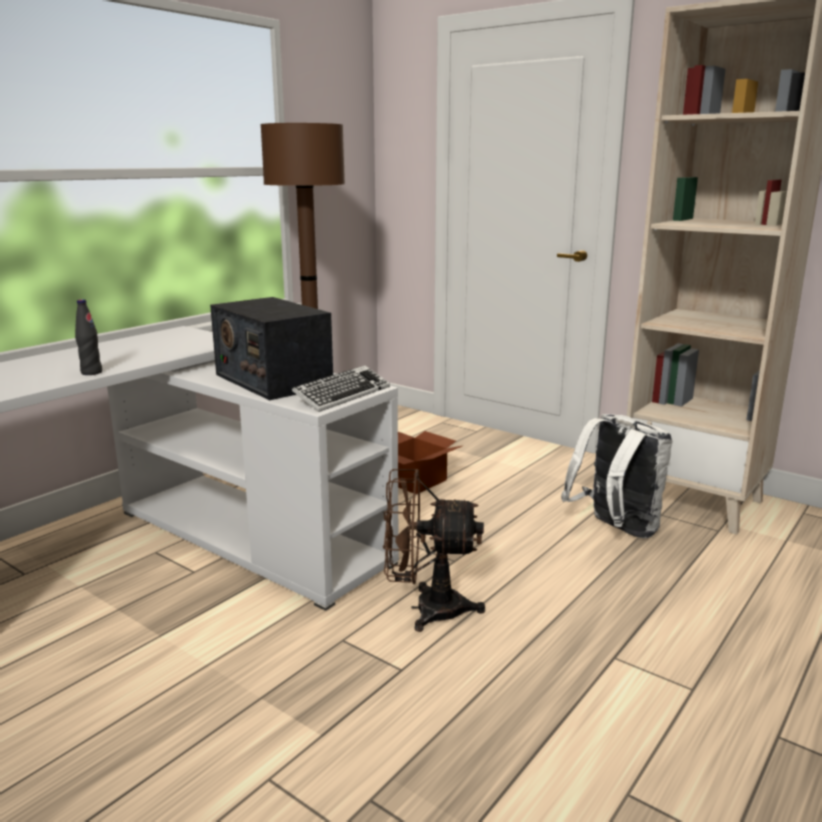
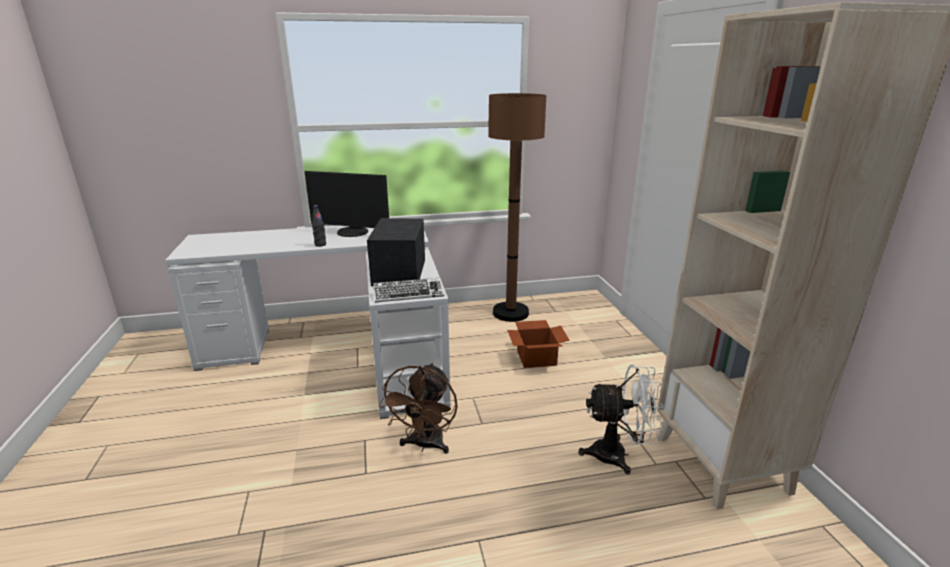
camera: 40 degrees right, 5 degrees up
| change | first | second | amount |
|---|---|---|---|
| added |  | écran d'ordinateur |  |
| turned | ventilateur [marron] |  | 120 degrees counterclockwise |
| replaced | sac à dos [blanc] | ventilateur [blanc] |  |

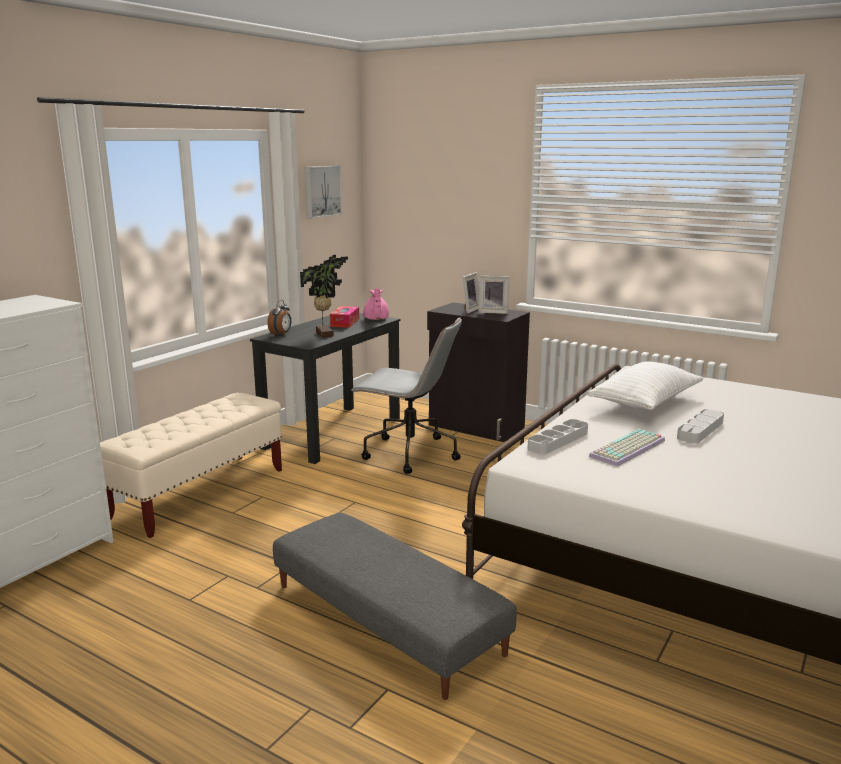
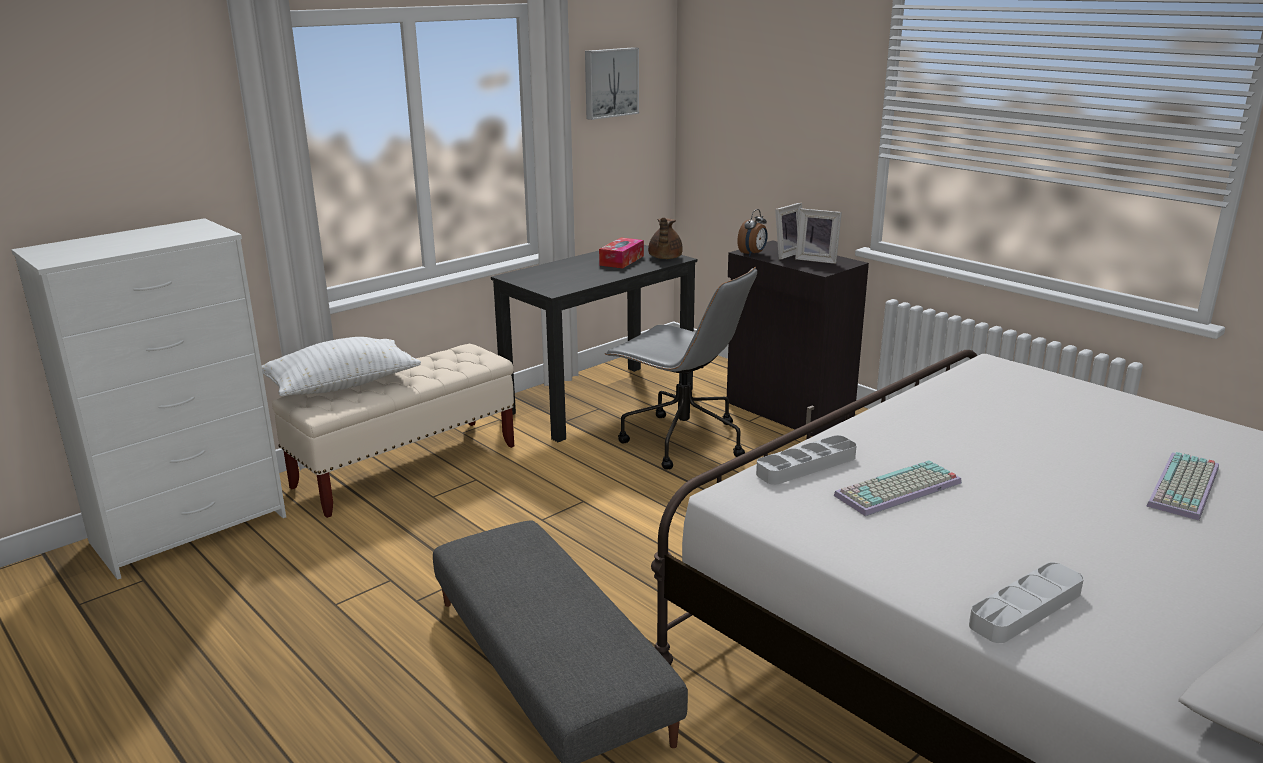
camera: 15 degrees right, 5 degrees up
| change | first | second | amount |
|---|---|---|---|
| moved | coussin [blanc] |  |  |
| recoloured | théière [rose] | théière [marron] |  |
| moved | réveil |  |  |
| moved | plateau [gris] (2nd from left) |  |  |
| added |  | clavier (2nd from left) |  |
| removed | plante en pot |  |  |

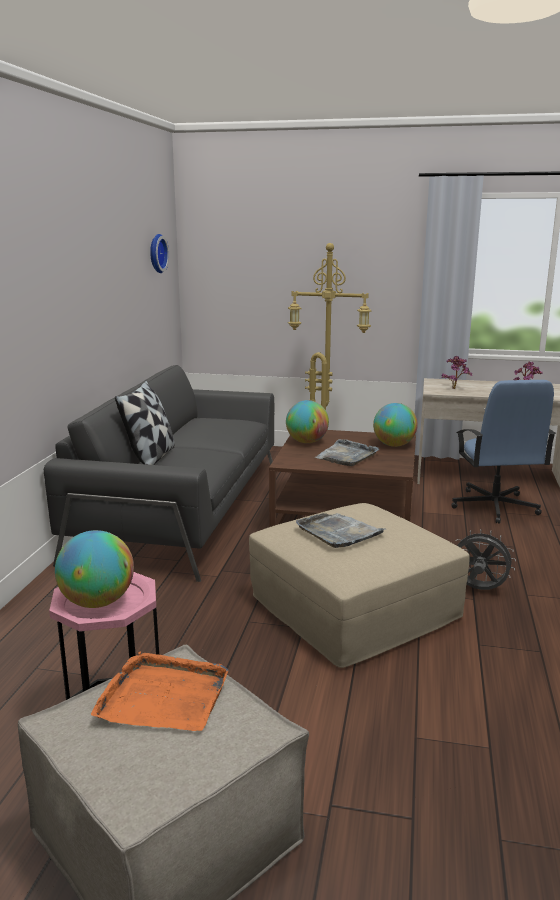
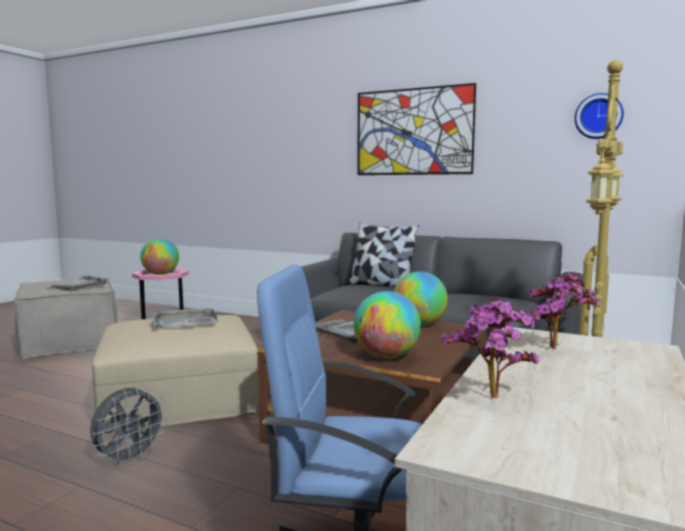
camera: 105 degrees right, 10 degrees down
| change | first | second | amount |
|---|---|---|---|
| recoloured | plateau [orange] | plateau [gris] (1st from left) |  |
| added |  | tableau |  |

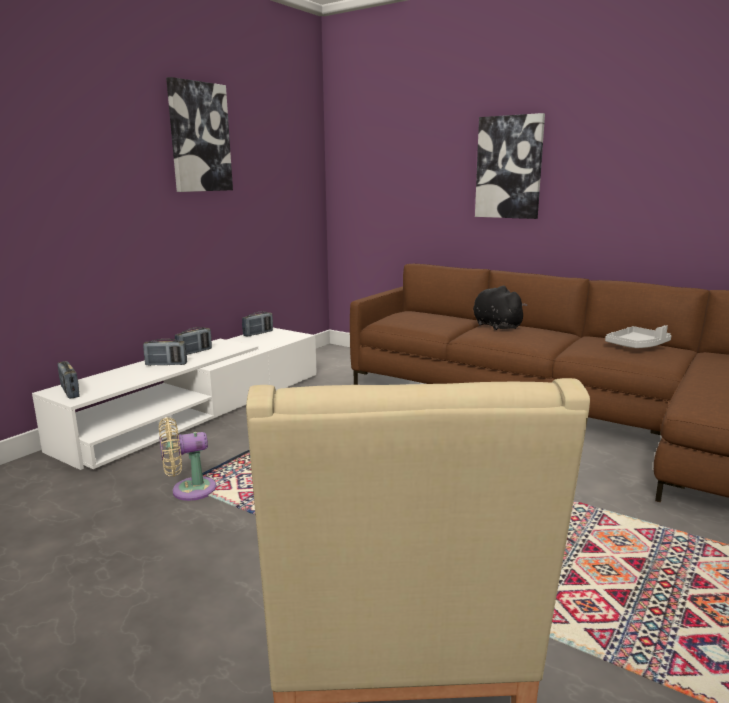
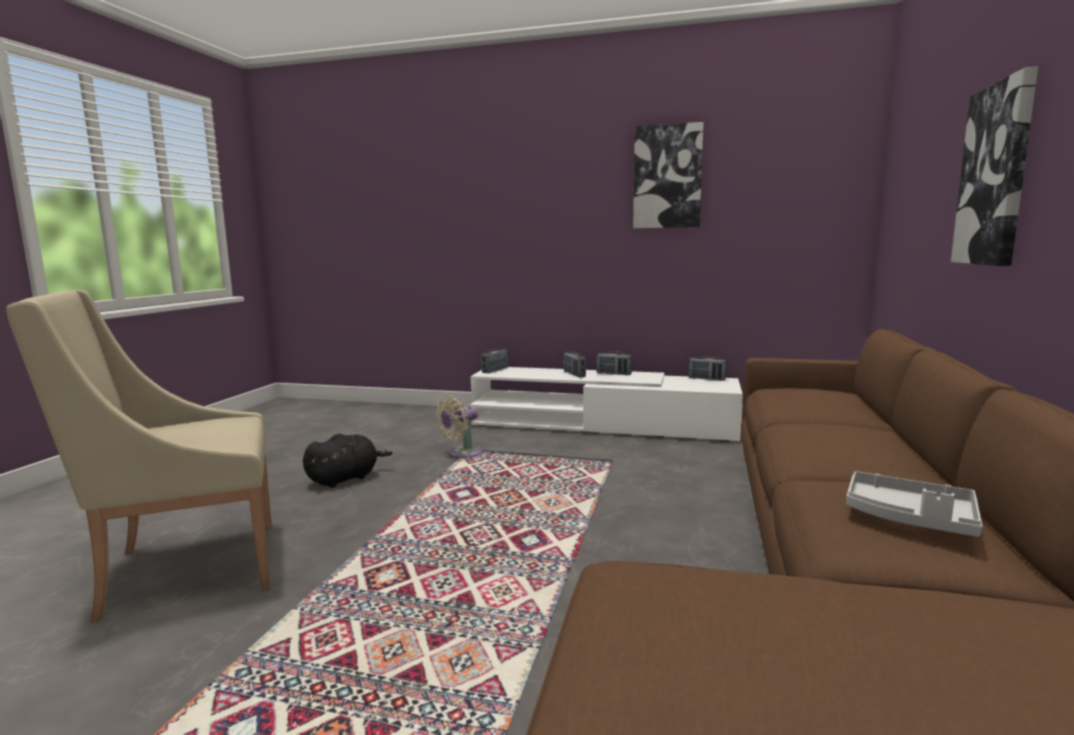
camera: 70 degrees right, 5 degrees down
| change | first | second | amount |
|---|---|---|---|
| moved | peluche [noir] |  |  |
| turned | ventilateur [beige] |  | 90 degrees counterclockwise |

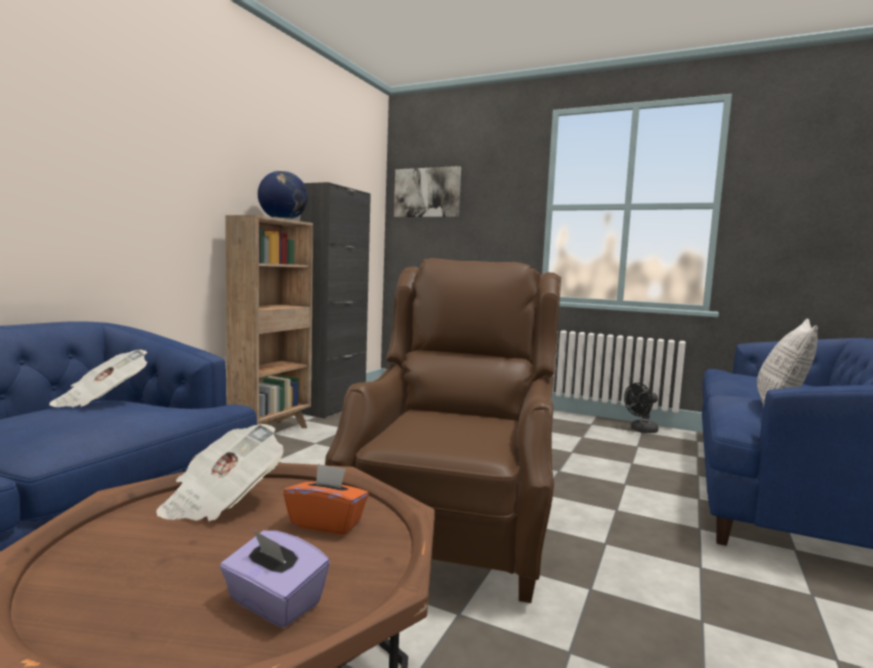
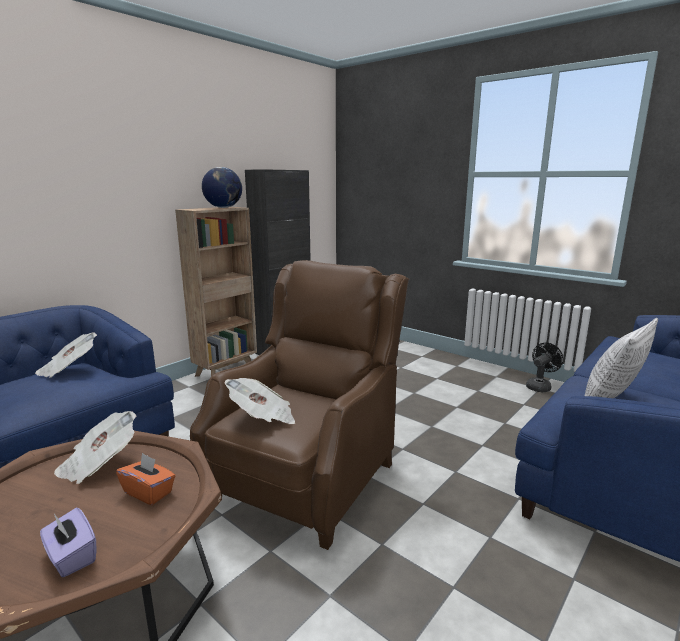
camera: 15 degrees right, 10 degrees up
| change | first | second | amount |
|---|---|---|---|
| added |  | journal (3rd from left) |  |
| turned | ventilateur [noir] |  | 150 degrees clockwise |
| removed | tableau |  |  |

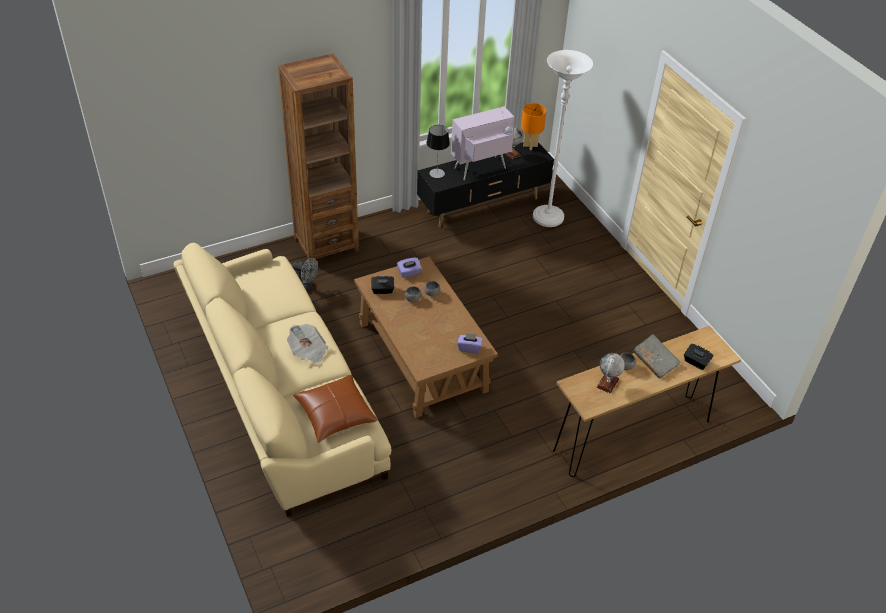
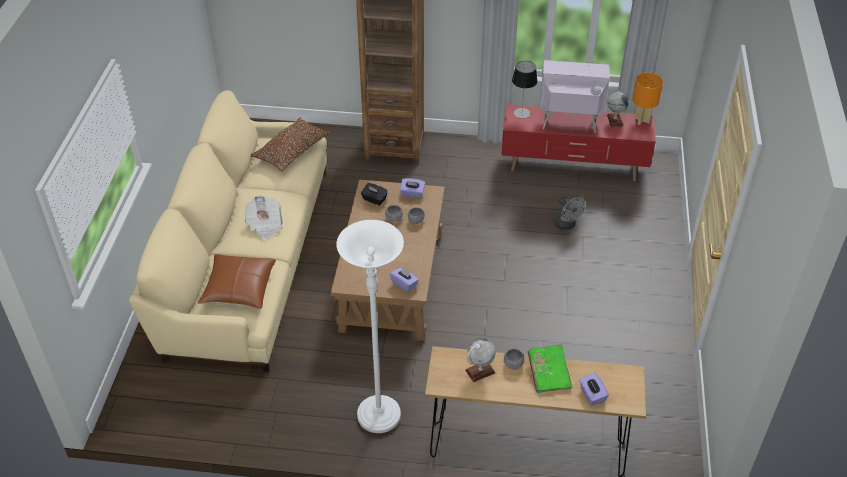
camera: 35 degrees right, 0 degrees up
| change | first | second | amount |
|---|---|---|---|
| added |  | coussin [marron] (2nd from left) |  |
| moved | lampadaire [blanc] |  |  |
| recoloured | meuble télé [noir] | meuble télé [rouge] |  |
| recoloured | livre [gris] | livre [vert] |  |
| moved | ventilateur [gris] |  |  |
| recoloured | boîte à mouchoirs [noir] (2nd from left) | boîte à mouchoirs [violet] (3rd from left) |  |

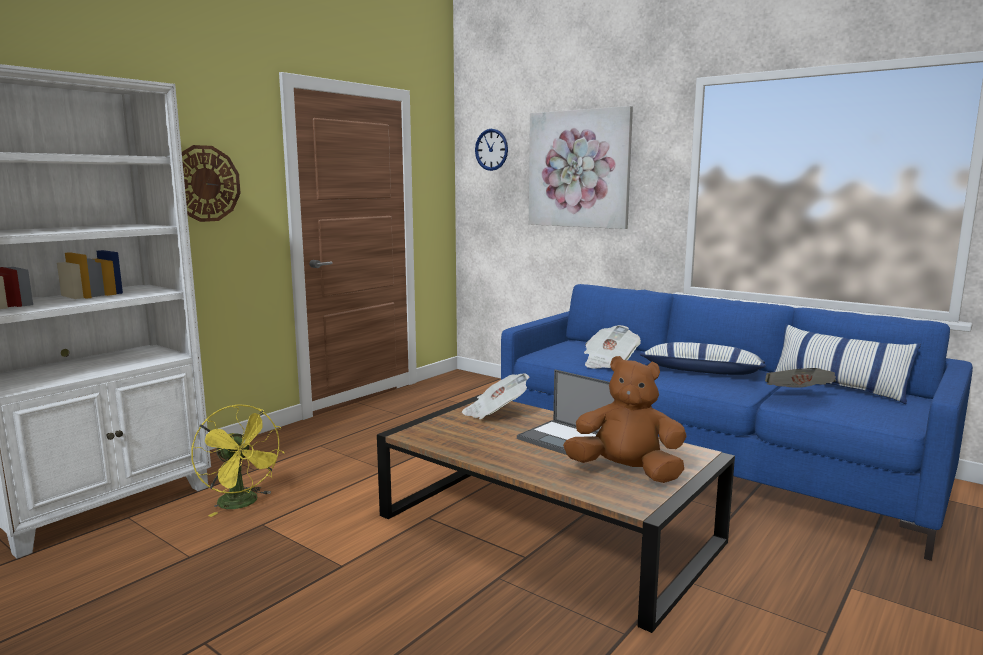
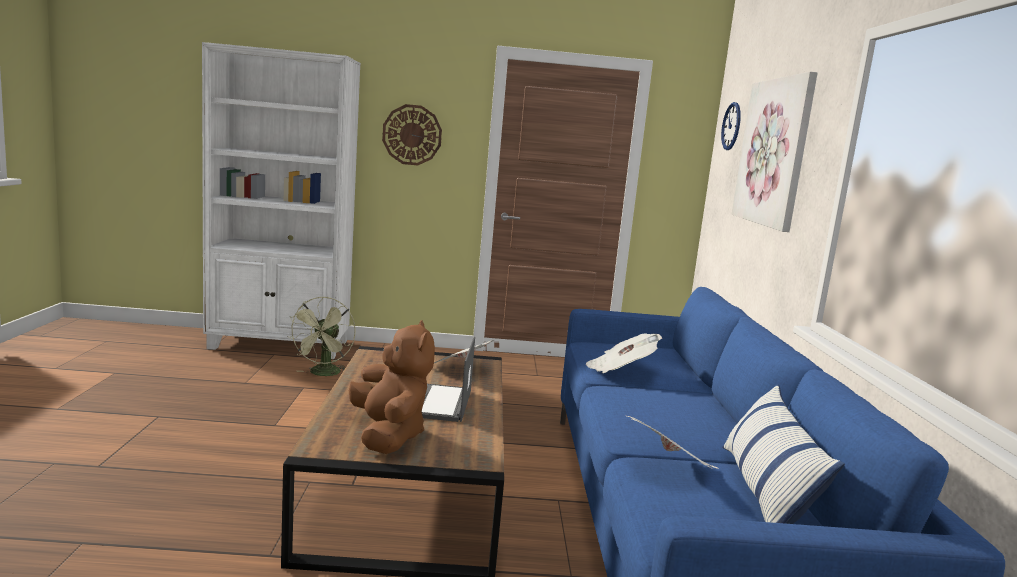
camera: 50 degrees right, 0 degrees up
| change | first | second | amount |
|---|---|---|---|
| recoloured | ventilateur [jaune] | ventilateur [vert] |  |
| removed | coussin (1st from left) |  |  |

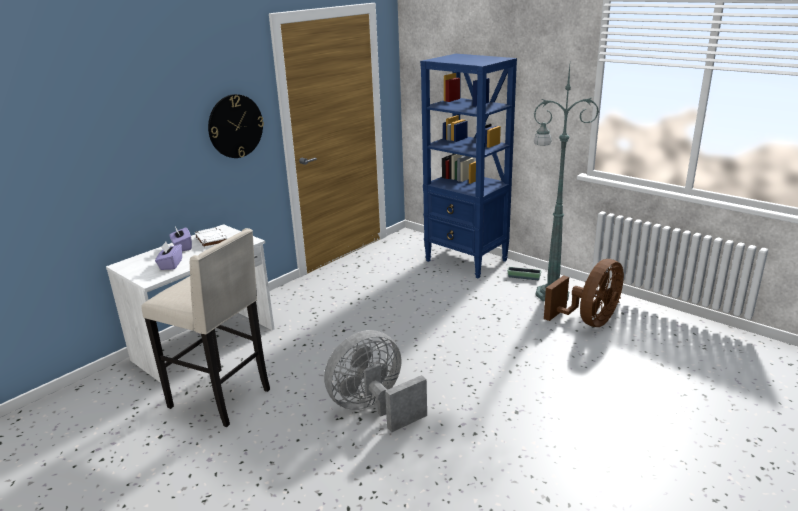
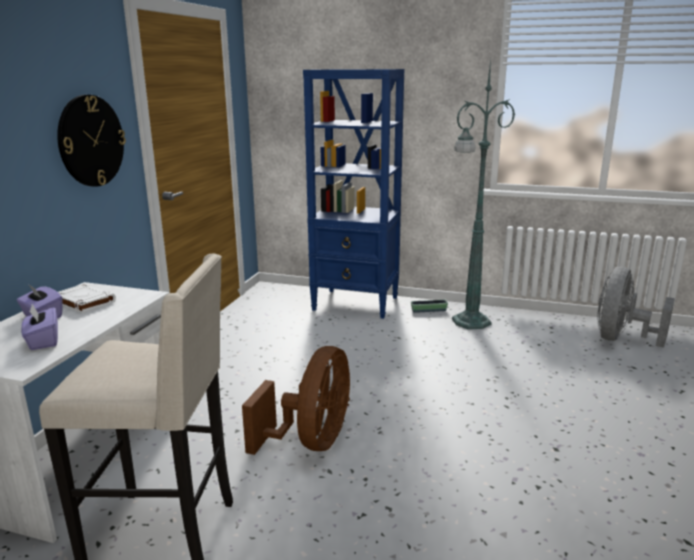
camera: 25 degrees left, 5 degrees down
| change | first | second | amount |
|---|---|---|---|
| moved | ventilateur [marron] |  |  |
| moved | ventilateur [gris] |  |  |

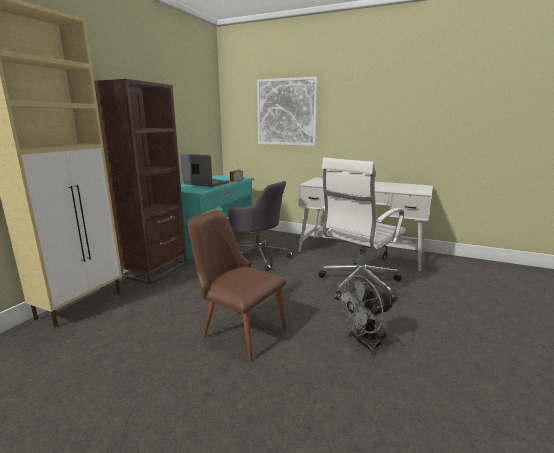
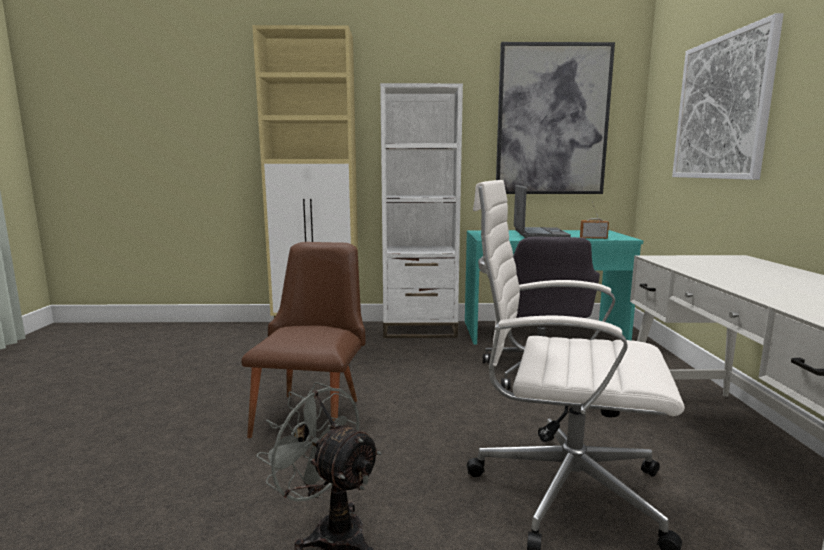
camera: 65 degrees right, 5 degrees down
| change | first | second | amount |
|---|---|---|---|
| recoloured | bibliothèque [marron] | bibliothèque [blanc] |  |
| added |  | tableau (1st from left) |  |

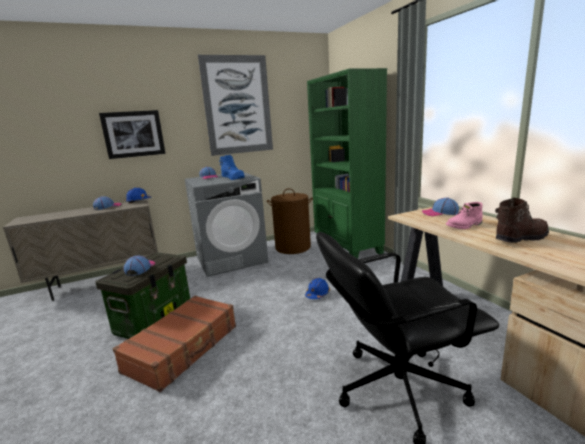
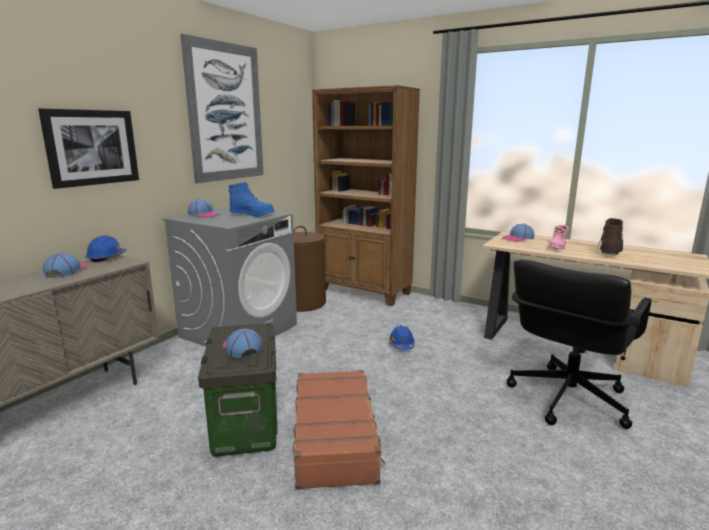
camera: 35 degrees left, 0 degrees up
| change | first | second | amount |
|---|---|---|---|
| recoloured | bibliothèque [vert] | bibliothèque [marron] |  |

